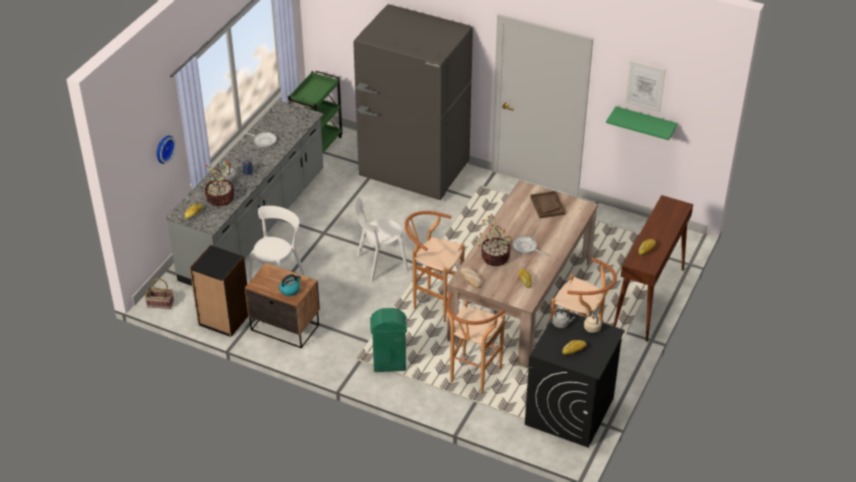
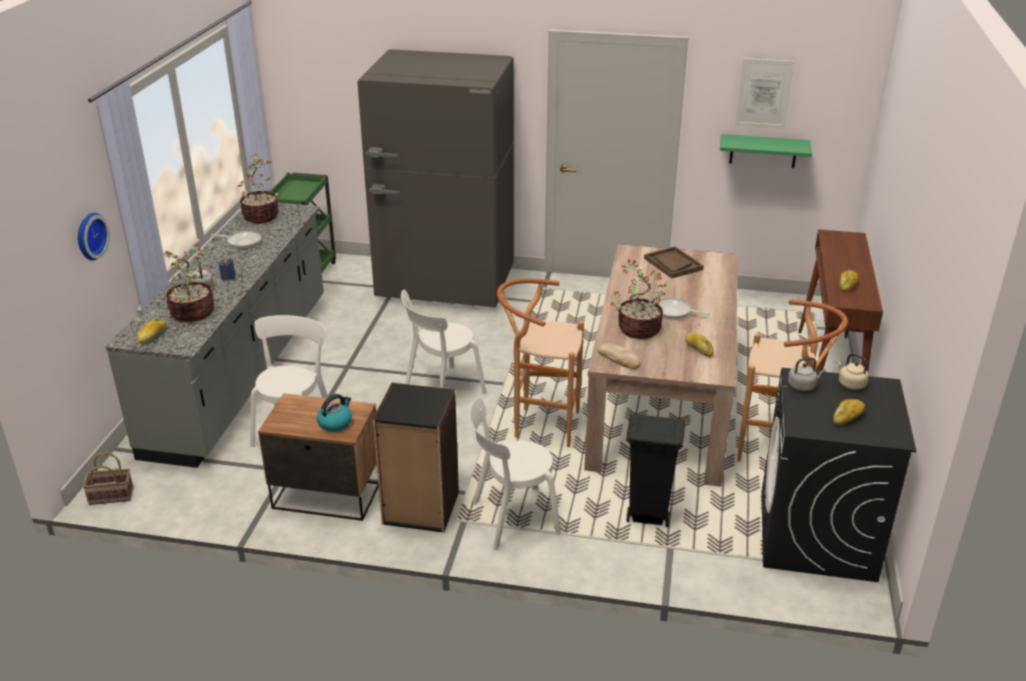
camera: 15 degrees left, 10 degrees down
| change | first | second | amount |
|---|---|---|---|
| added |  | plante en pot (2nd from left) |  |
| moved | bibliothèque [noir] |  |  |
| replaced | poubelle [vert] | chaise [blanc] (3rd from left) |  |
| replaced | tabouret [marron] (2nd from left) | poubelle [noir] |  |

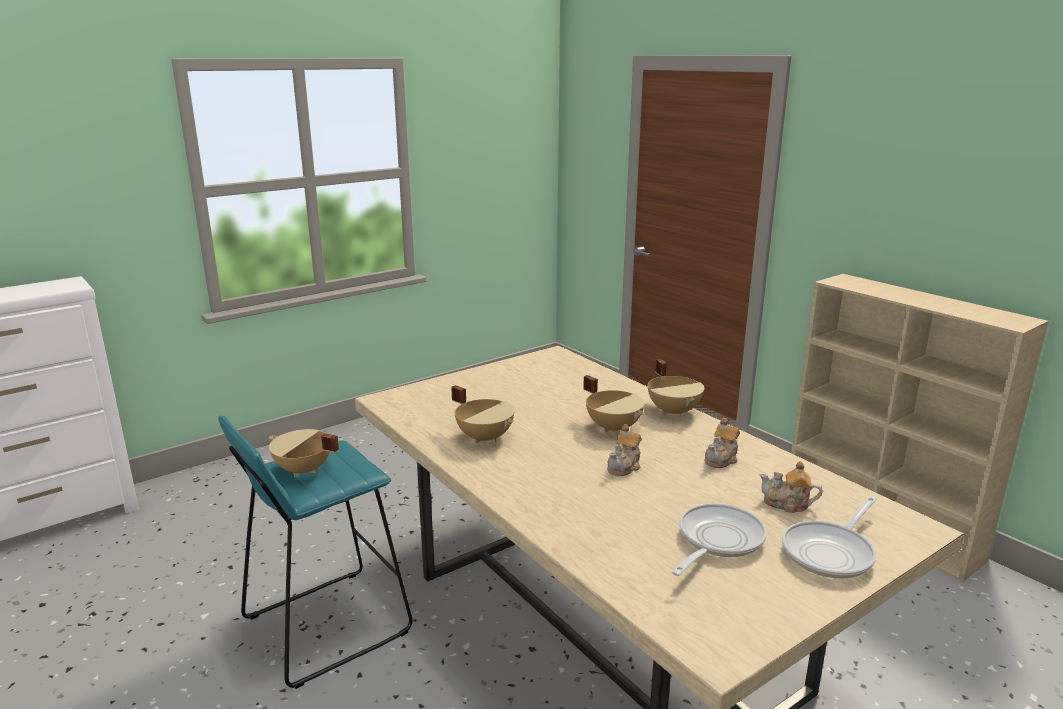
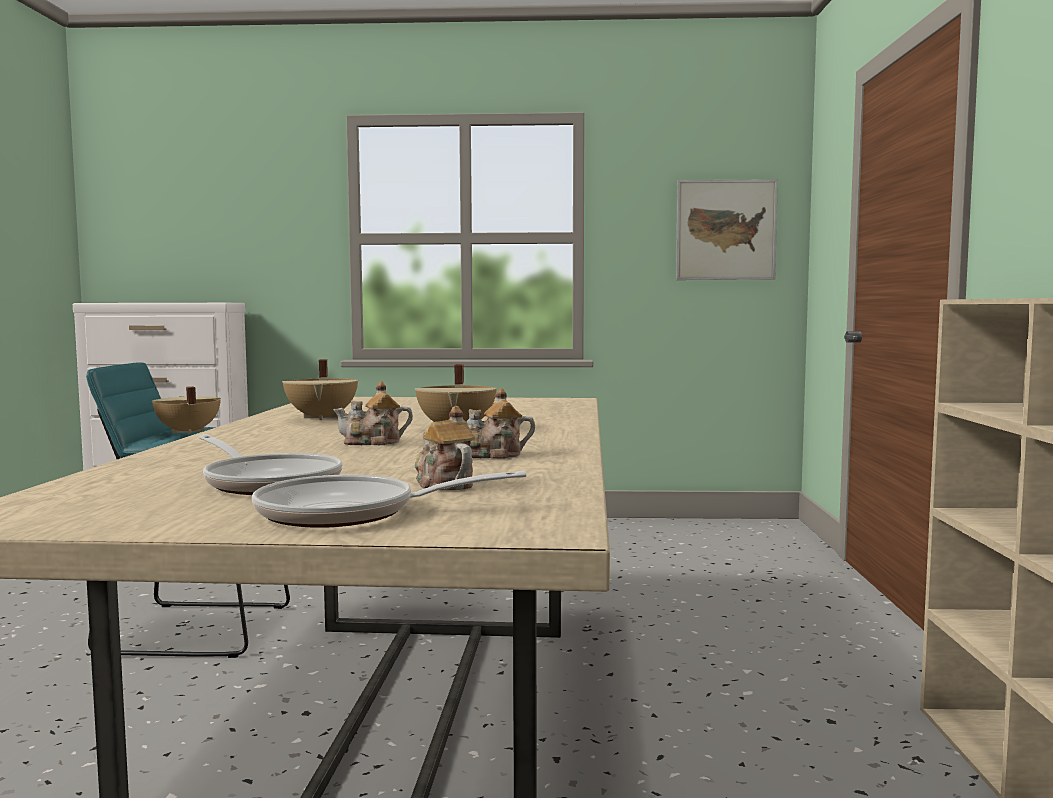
camera: 40 degrees right, 15 degrees down
| change | first | second | amount |
|---|---|---|---|
| turned | poêle (1st from left) |  | 60 degrees clockwise |
| added |  | tableau |  |
| removed | marmite [beige] (4th from left) |  |  |

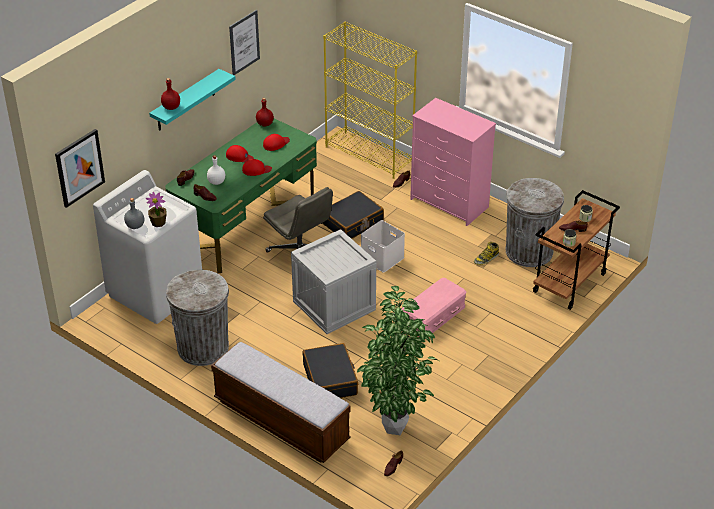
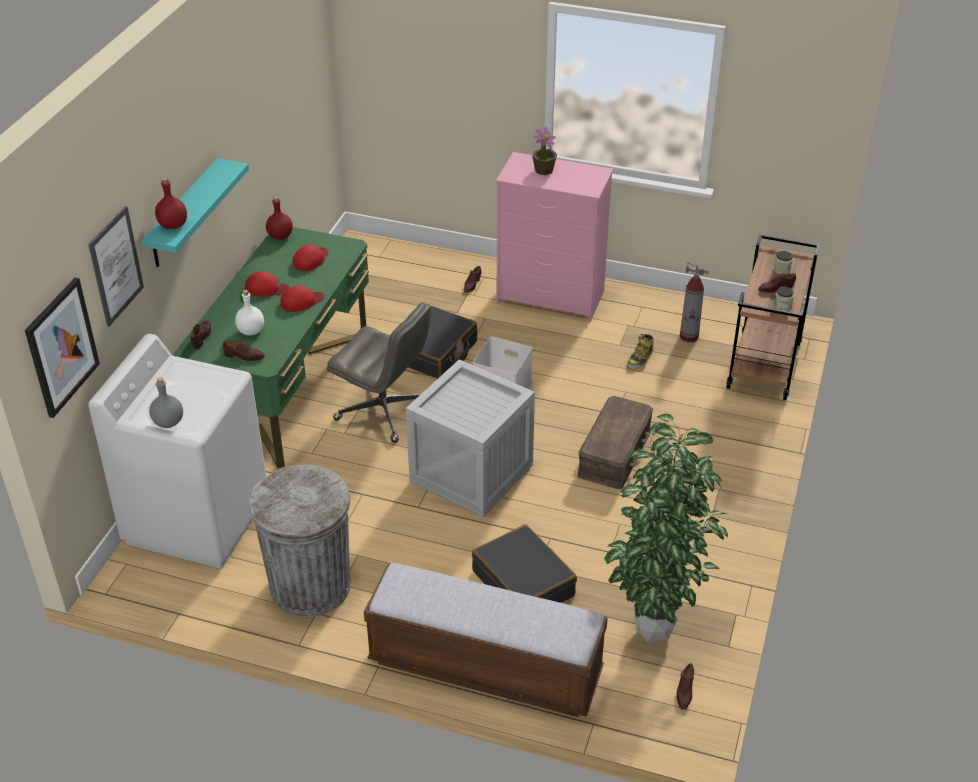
camera: 20 degrees left, 0 degrees up
| change | first | second | amount |
|---|---|---|---|
| moved | tableau (2nd from left) |  |  |
| moved | plante en pot (1st from left) |  |  |
| recoloured | boîte de rangement [rose] | boîte de rangement [marron] |  |
| replaced | poubelle [gris] (2nd from left) | extincteur |  |
| removed | bibliothèque [jaune] |  |  |

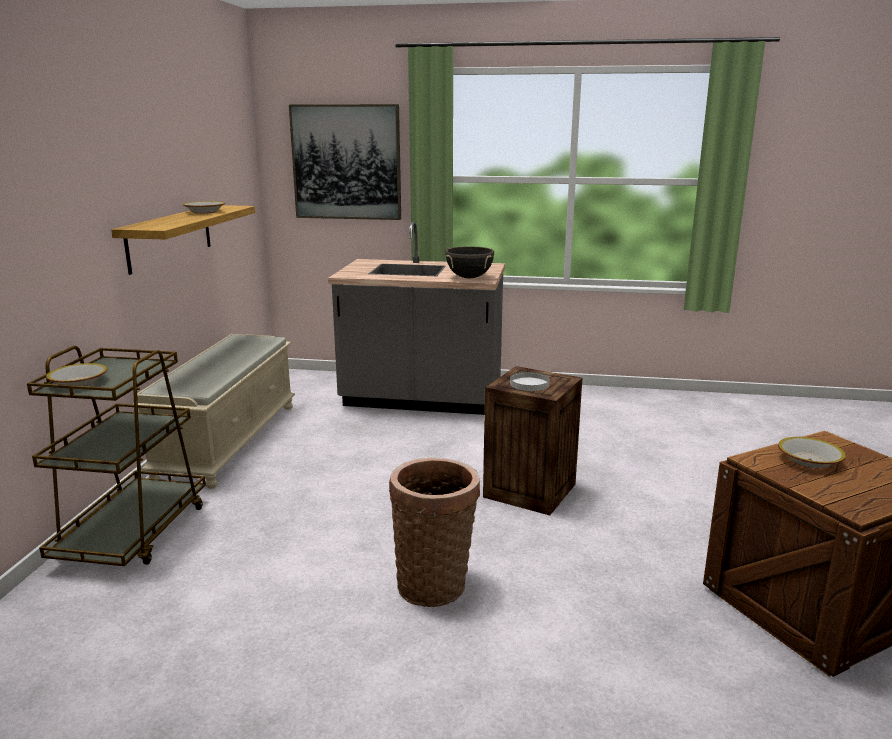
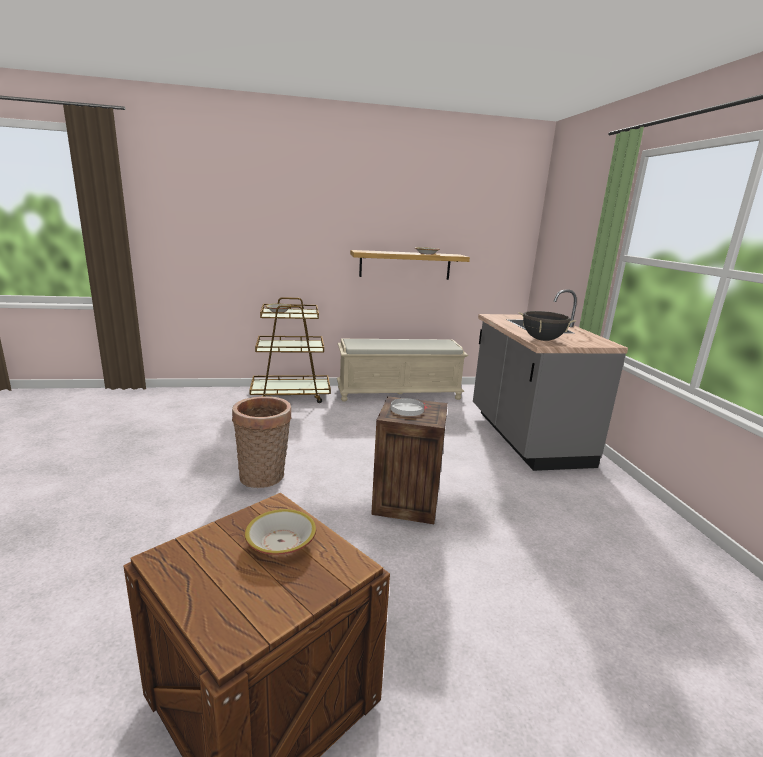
camera: 70 degrees right, 0 degrees up
| change | first | second | amount |
|---|---|---|---|
| removed | tableau |  |  |

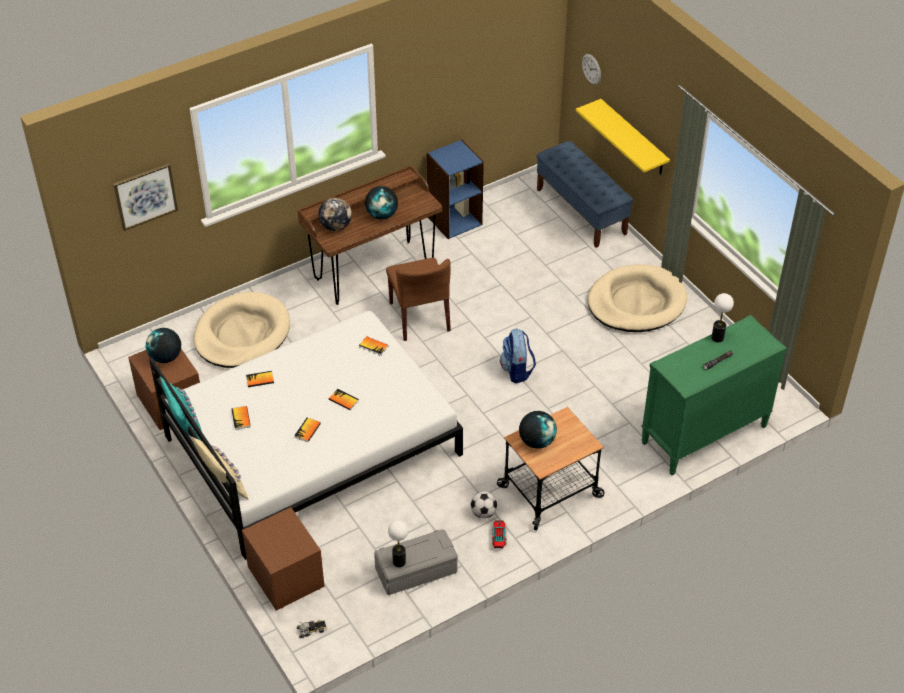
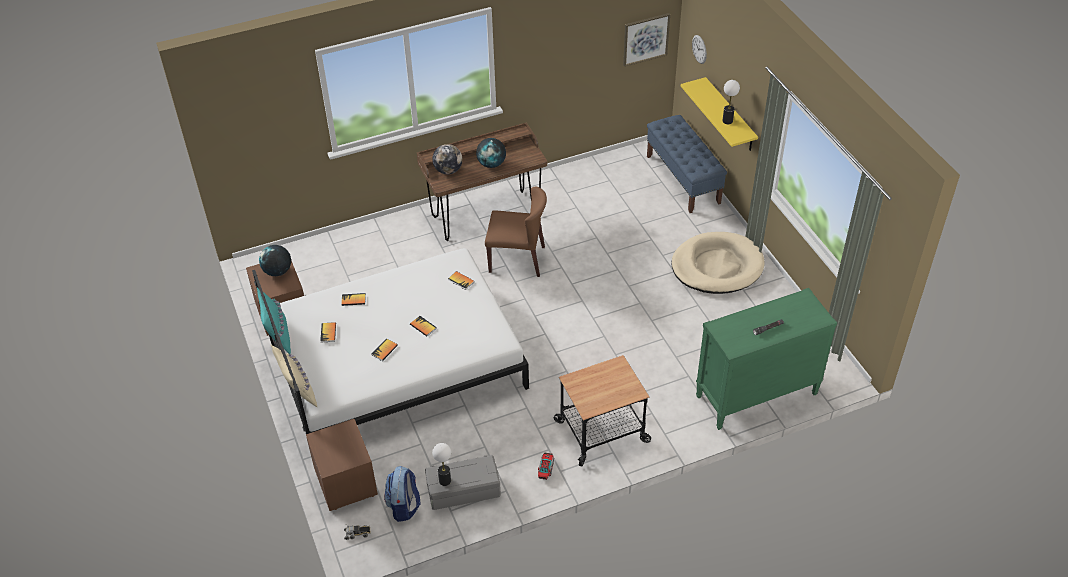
camera: 10 degrees right, 0 degrees up
| change | first | second | amount |
|---|---|---|---|
| moved | sac à dos |  |  |
| turned | chaise [marron] |  | 75 degrees counterclockwise |
| moved | tableau |  |  |
| moved | lampe de table (2nd from left) |  |  |
| removed | panier pour chien [beige] (1st from left) |  |  |
| removed | bibliothèque [bleu] |  |  |
| removed | ballon de foot |  |  |
| removed | globe (4th from left) |  |  |

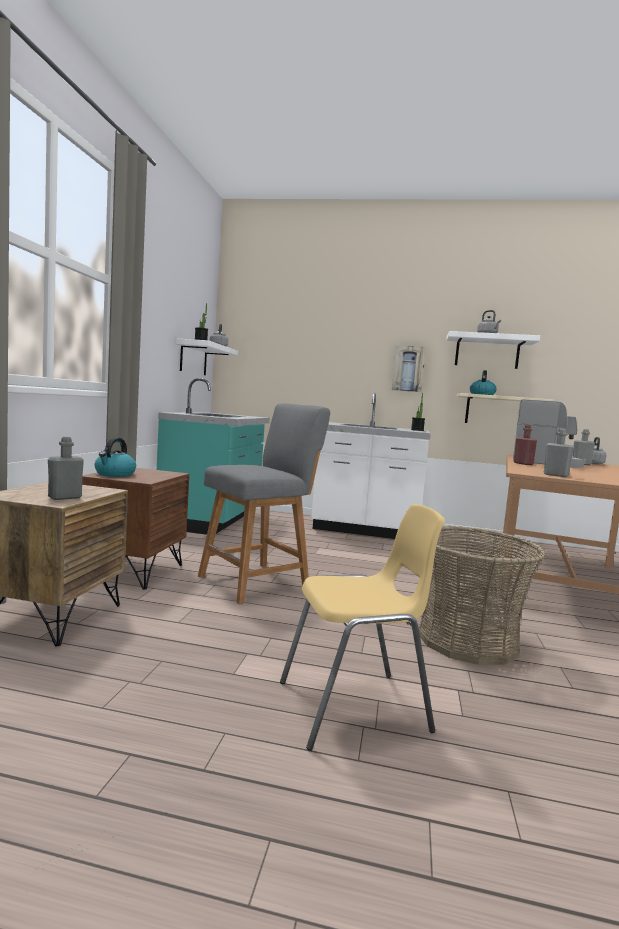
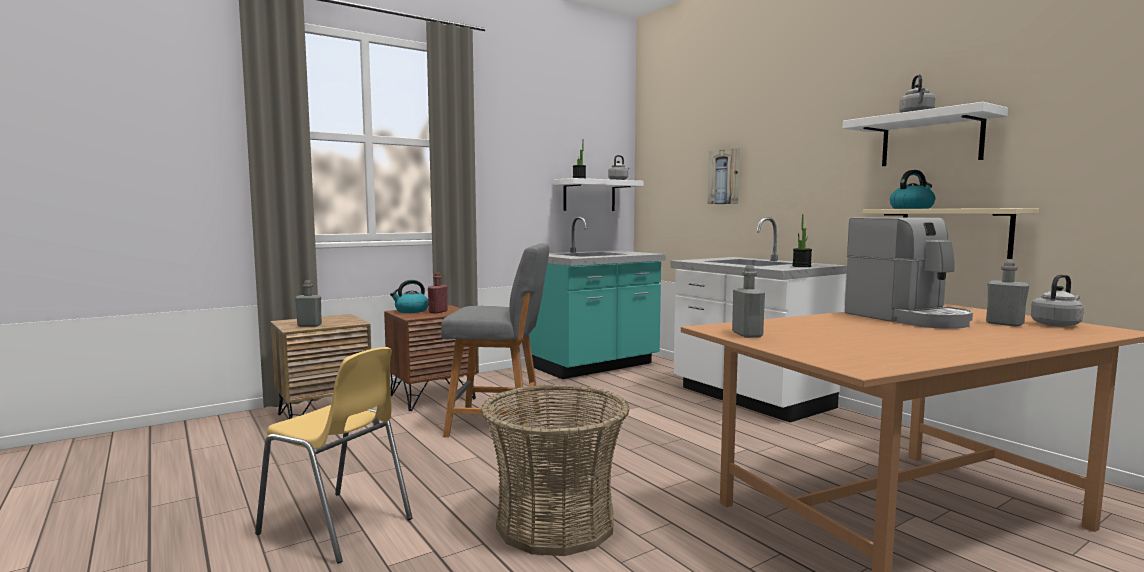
camera: 45 degrees right, 0 degrees up
| change | first | second | amount |
|---|---|---|---|
| moved | bouteille [rouge] |  |  |
| moved | tableau |  |  |

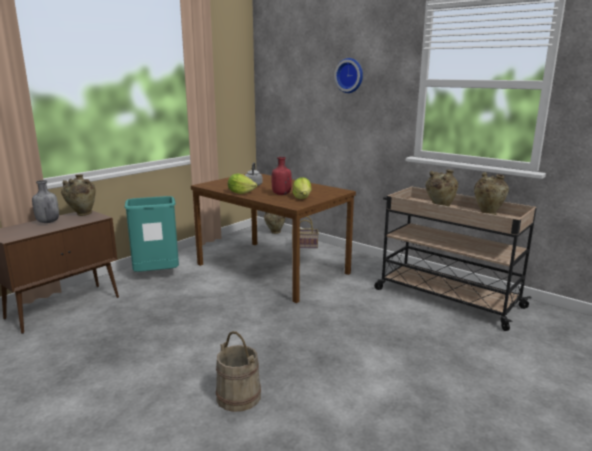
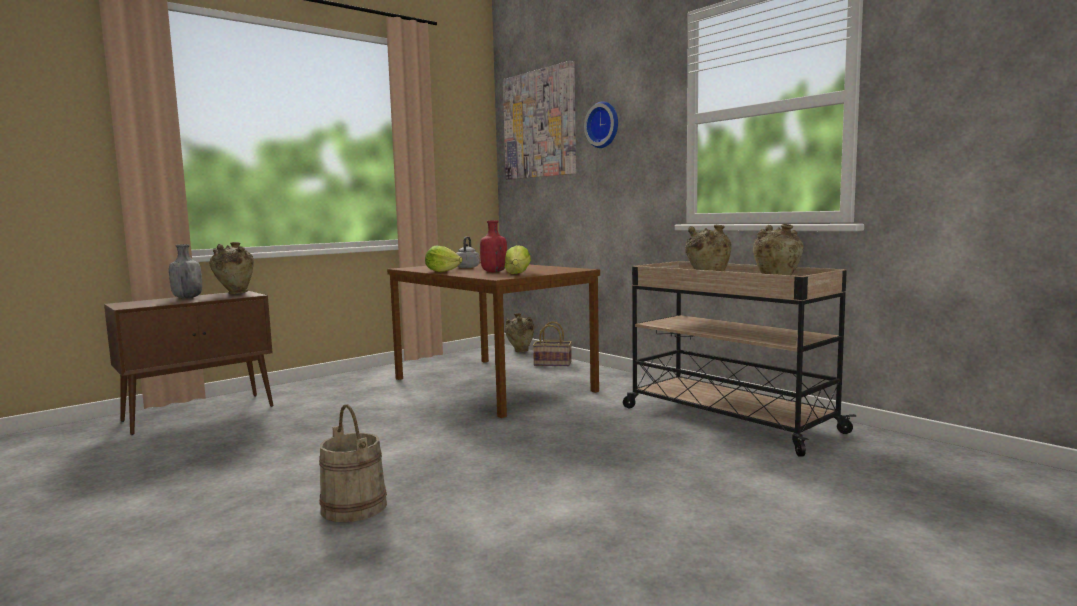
camera: 10 degrees right, 10 degrees down
| change | first | second | amount |
|---|---|---|---|
| added |  | tableau |  |
| removed | poubelle [turquoise] |  |  |

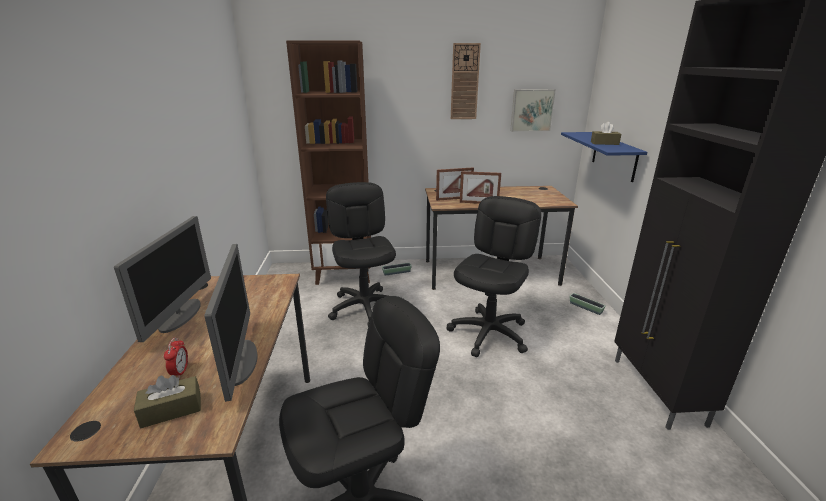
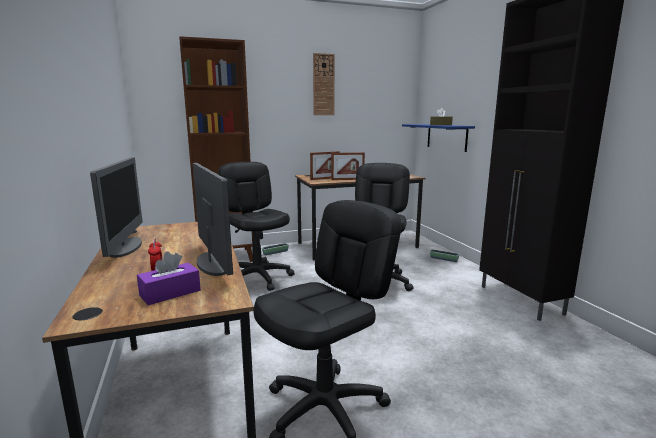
camera: 15 degrees left, 10 degrees down
| change | first | second | amount |
|---|---|---|---|
| recoloured | boîte à mouchoirs [marron] (1st from left) | boîte à mouchoirs [violet] |  |
| removed | tableau |  |  |

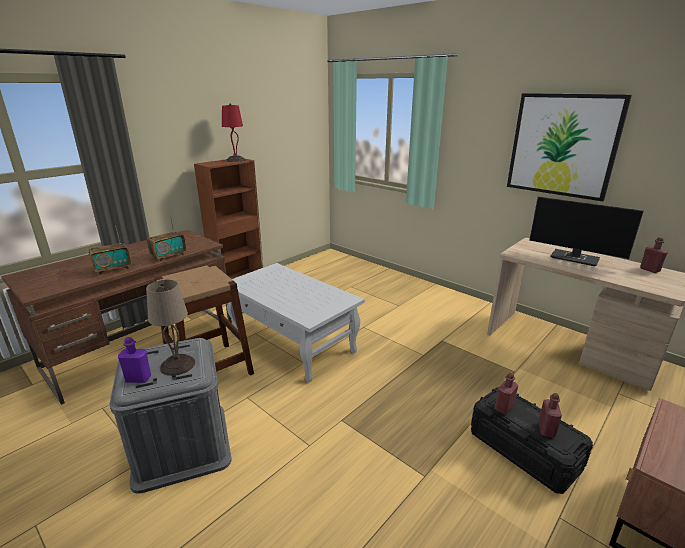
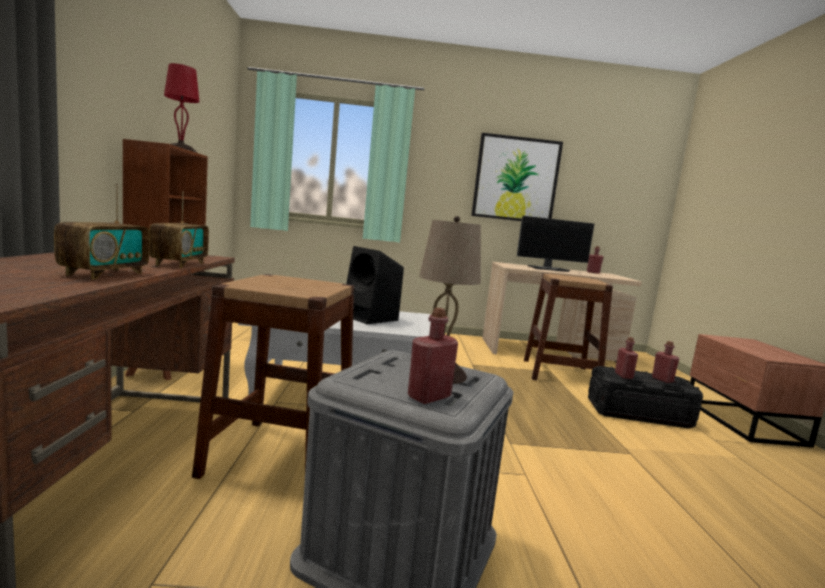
camera: 45 degrees left, 15 degrees down
| change | first | second | amount |
|---|---|---|---|
| added |  | enceinte [noir] |  |
| recoloured | bouteille [violet] | bouteille [rouge] (1st from left) |  |
| added |  | tabouret [marron] (2nd from left) |  |

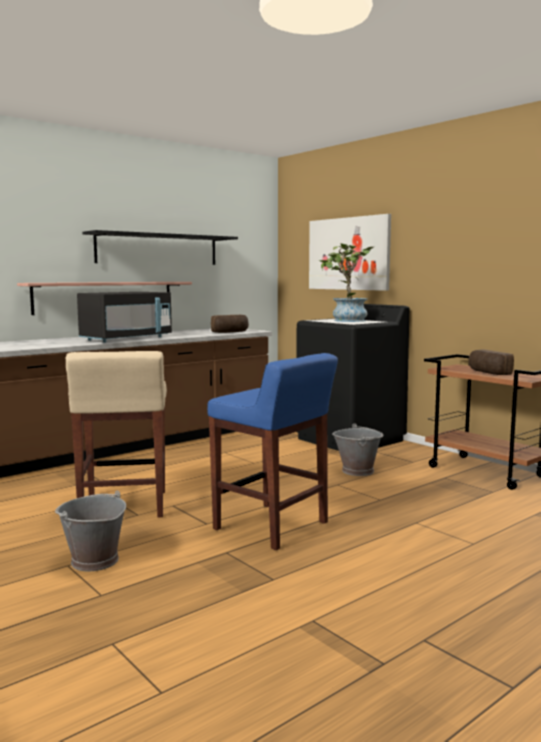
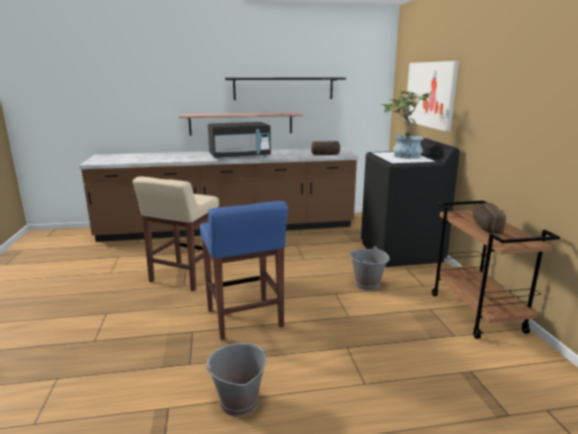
camera: 30 degrees right, 10 degrees up
| change | first | second | amount |
|---|---|---|---|
| moved | seau [gris] (1st from left) |  |  |

